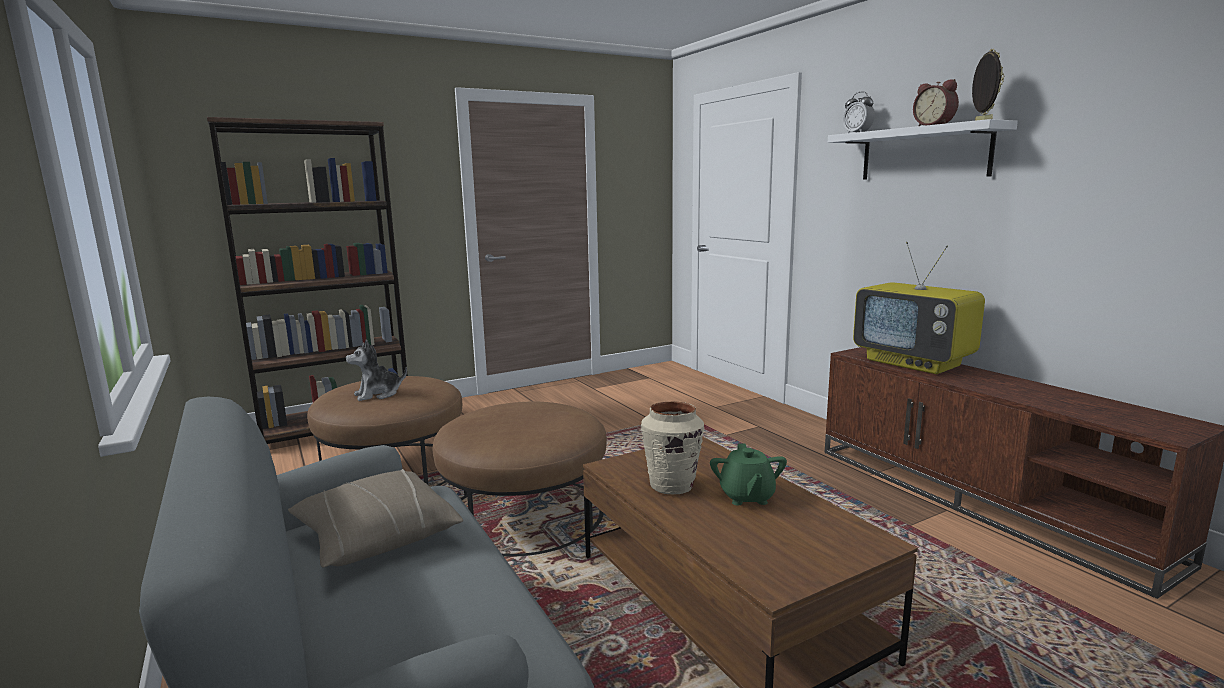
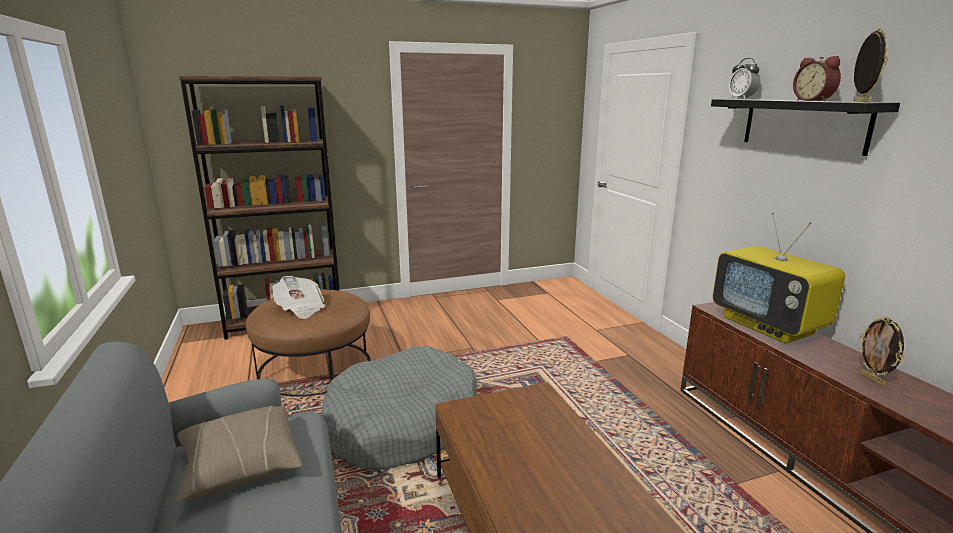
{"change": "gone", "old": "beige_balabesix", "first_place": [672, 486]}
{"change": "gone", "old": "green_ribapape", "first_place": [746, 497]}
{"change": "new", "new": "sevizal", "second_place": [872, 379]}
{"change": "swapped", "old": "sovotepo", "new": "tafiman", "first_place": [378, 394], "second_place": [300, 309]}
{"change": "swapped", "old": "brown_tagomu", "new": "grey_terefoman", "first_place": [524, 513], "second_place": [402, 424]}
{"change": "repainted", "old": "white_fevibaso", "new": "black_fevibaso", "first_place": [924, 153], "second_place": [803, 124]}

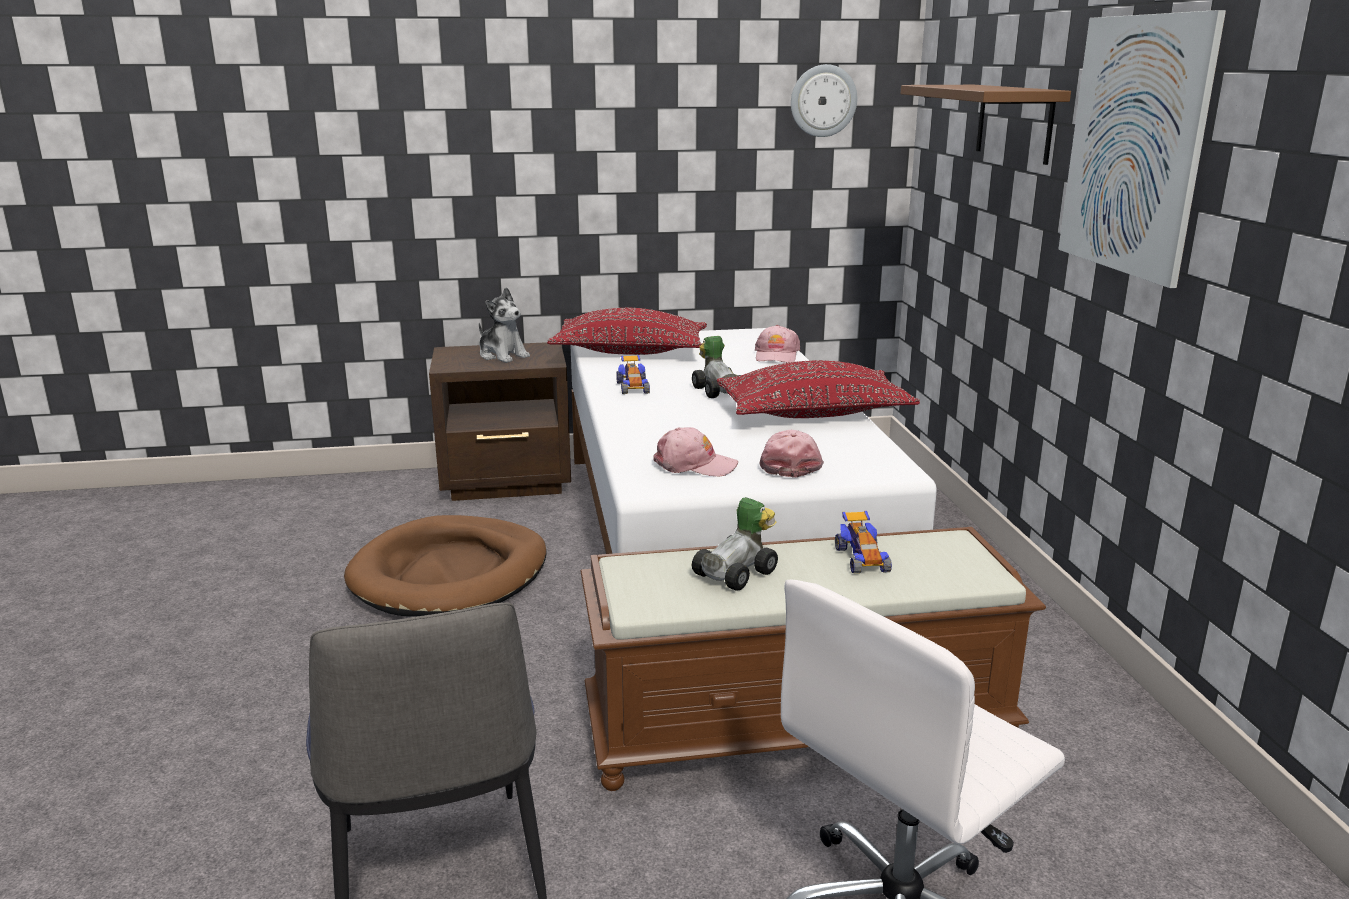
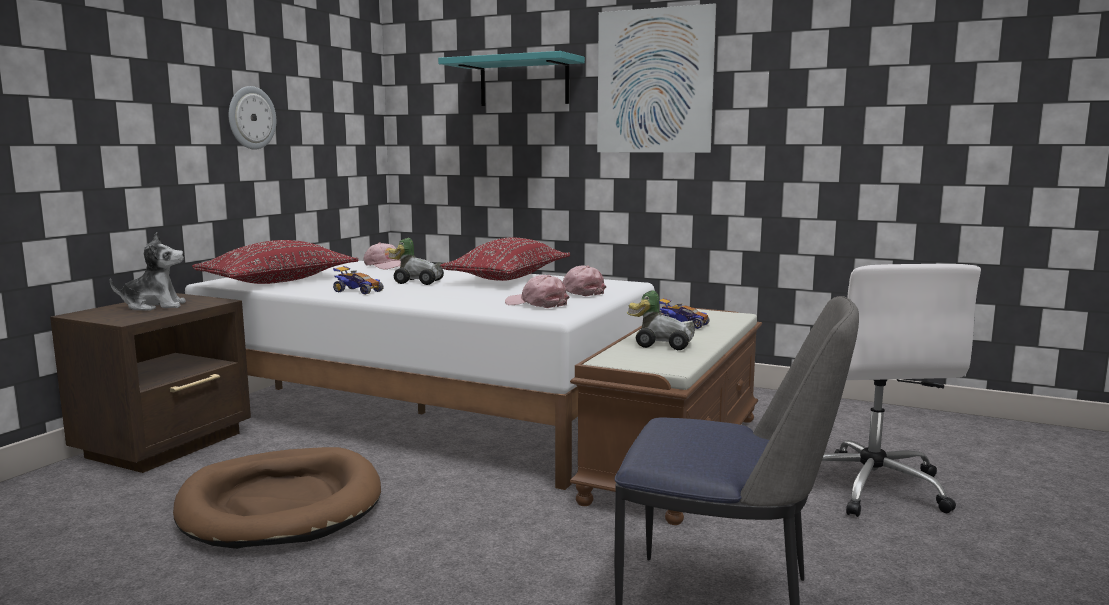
{"change": "shifted", "old": "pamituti", "first_place": [823, 101], "second_place": [251, 118]}
{"change": "repainted", "old": "brown_fevibaso", "new": "turquoise_fevibaso", "first_place": [1014, 122], "second_place": [524, 82]}
{"change": "rotated", "old": "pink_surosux", "first_place": [694, 465], "second_place": [537, 304], "degrees": -105}
{"change": "rotated", "old": "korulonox", "first_place": [739, 572], "second_place": [661, 344], "degrees": -60}

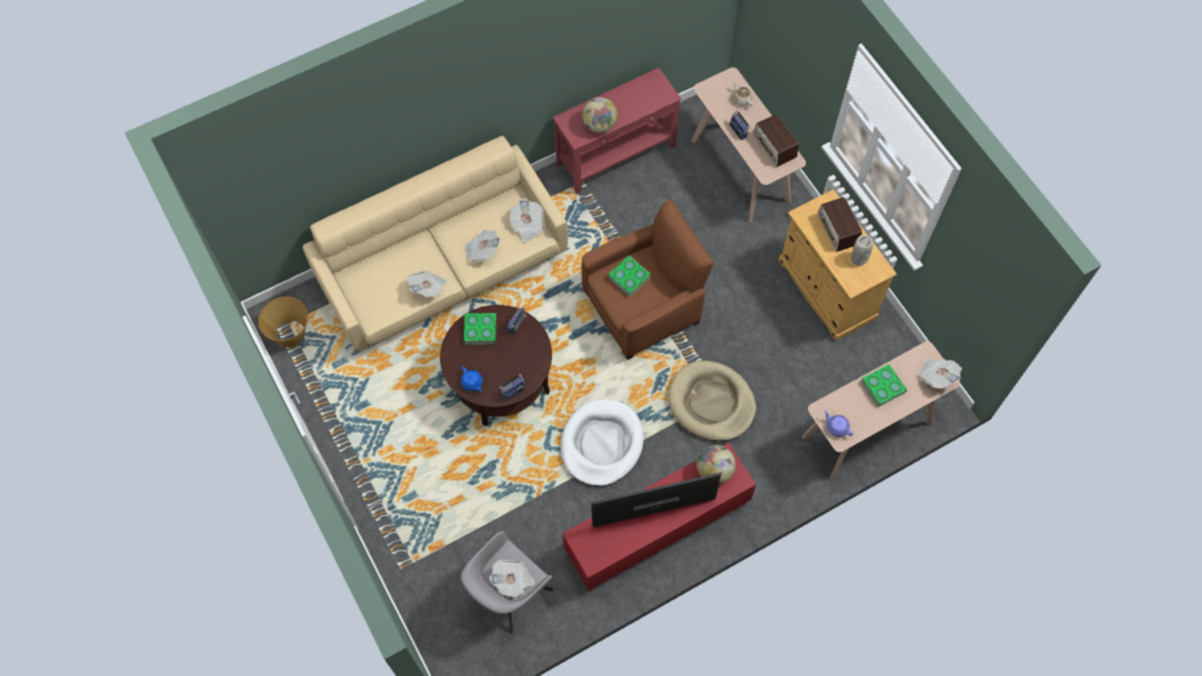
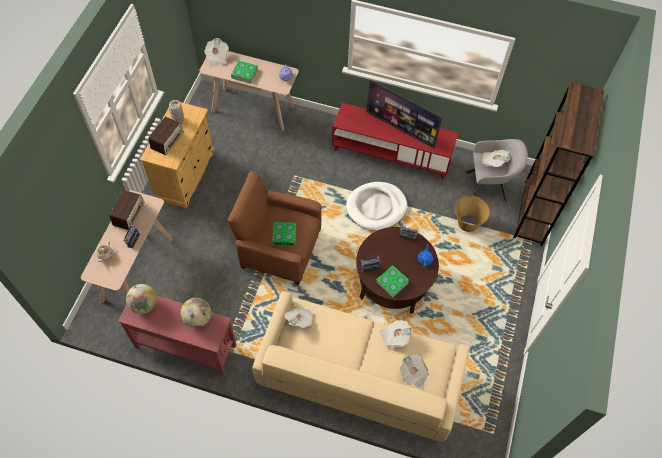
{"change": "gone", "old": "beige_terefoman", "first_place": [711, 403]}
{"change": "new", "new": "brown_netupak", "second_place": [533, 213]}
{"change": "shifted", "old": "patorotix", "first_place": [290, 333], "second_place": [467, 223]}
{"change": "shifted", "old": "tafiman", "first_place": [482, 251], "second_place": [413, 374]}
{"change": "shifted", "old": "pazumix", "first_place": [714, 470], "second_place": [144, 305]}

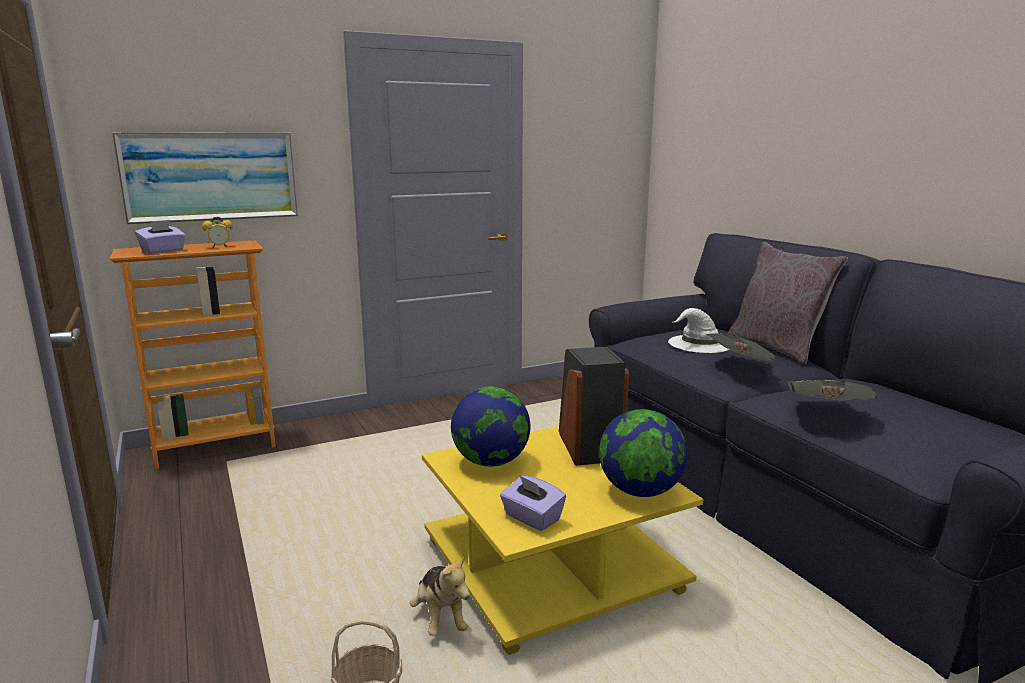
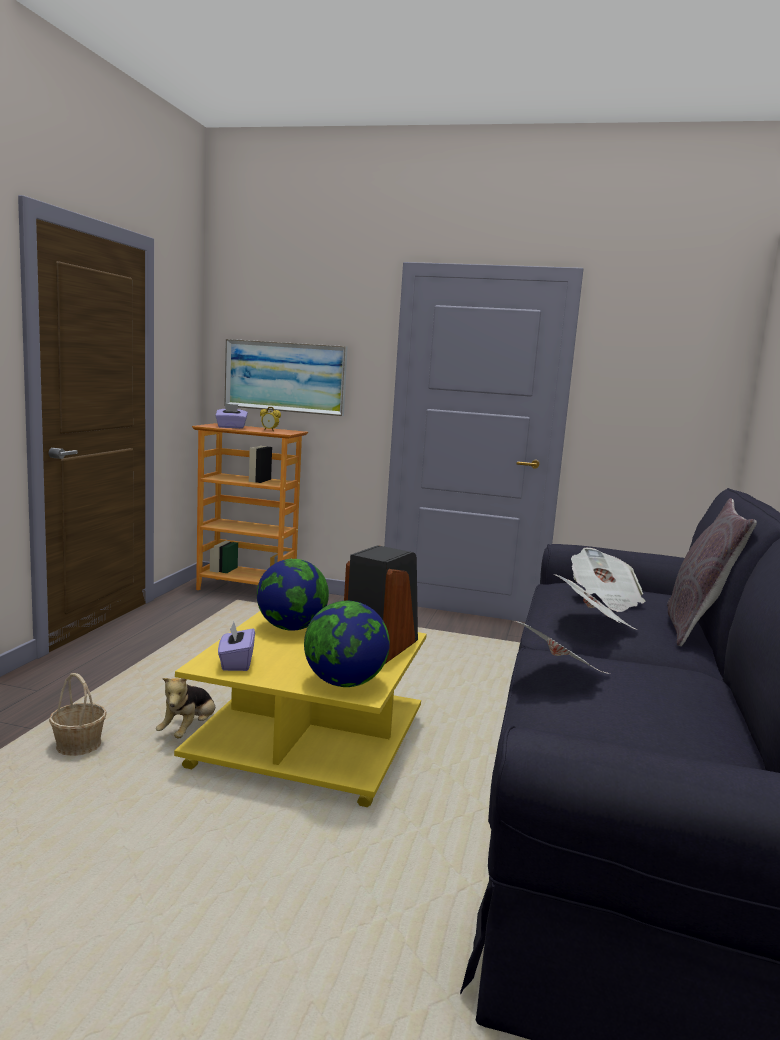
{"change": "swapped", "old": "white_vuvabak", "new": "tafiman", "first_place": [699, 344], "second_place": [605, 599]}

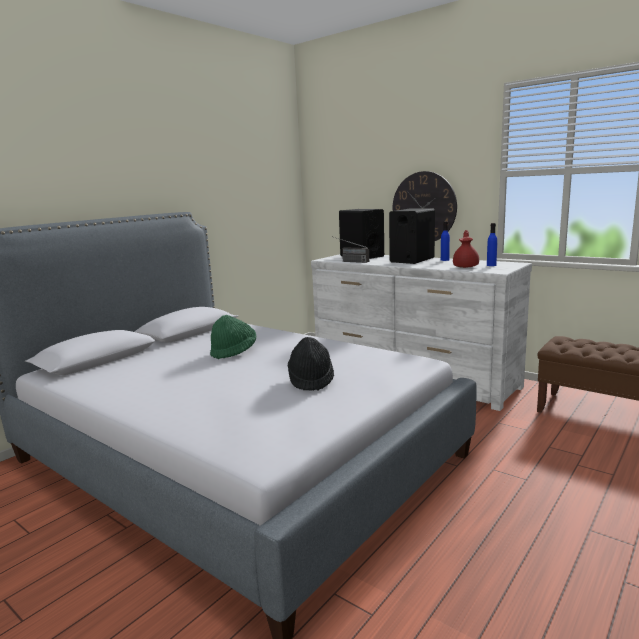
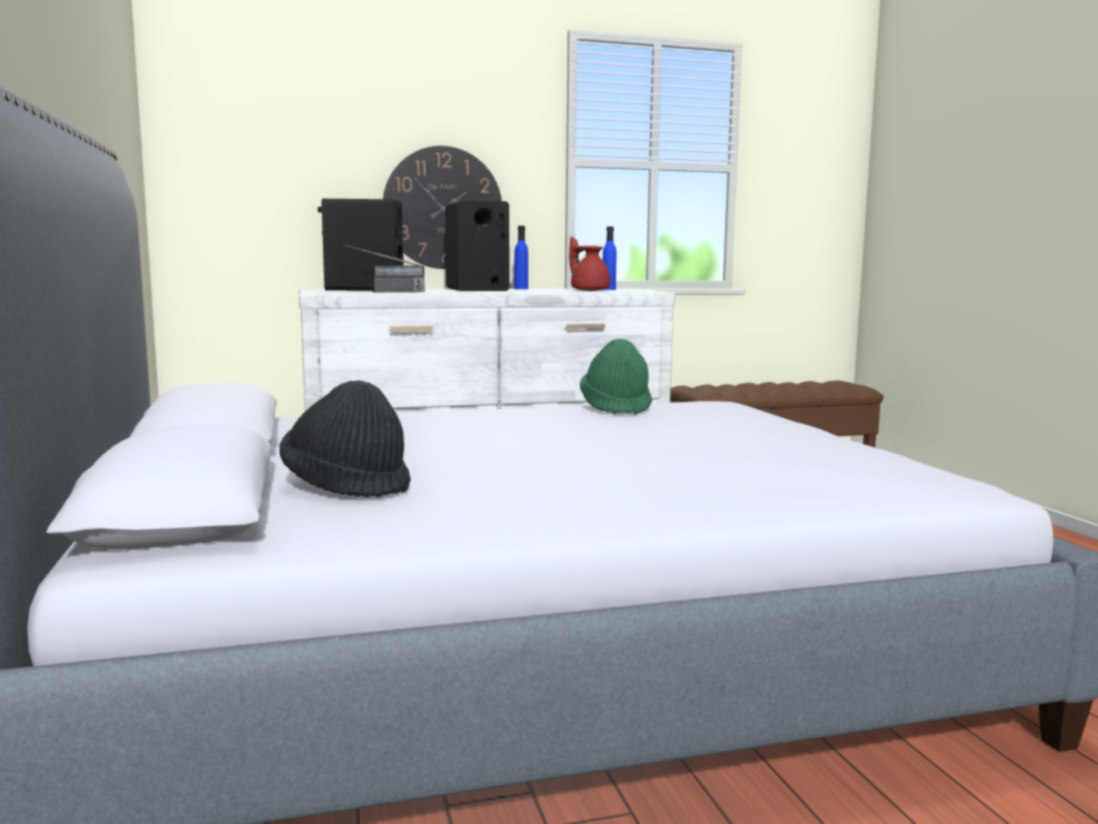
{"change": "shifted", "old": "green_vuvabak", "first_place": [234, 352], "second_place": [616, 407]}
{"change": "shifted", "old": "black_vuvabak", "first_place": [311, 380], "second_place": [347, 486]}

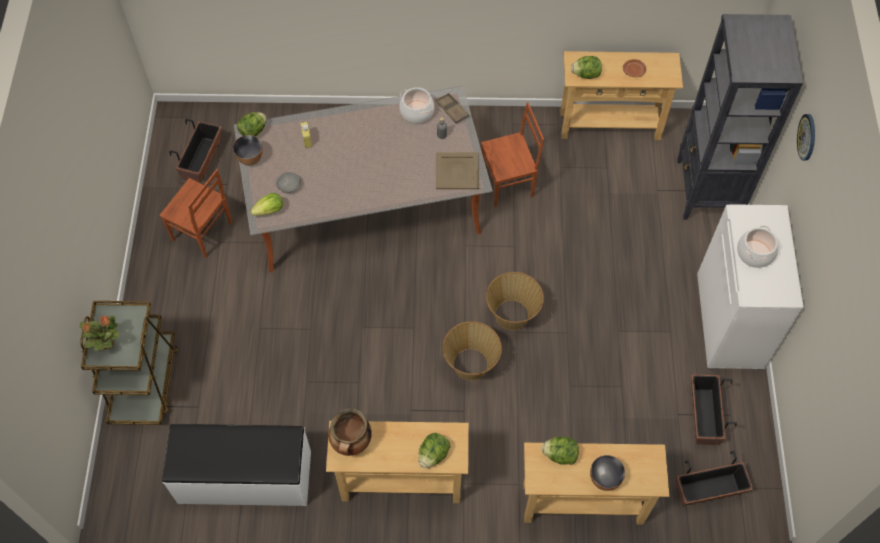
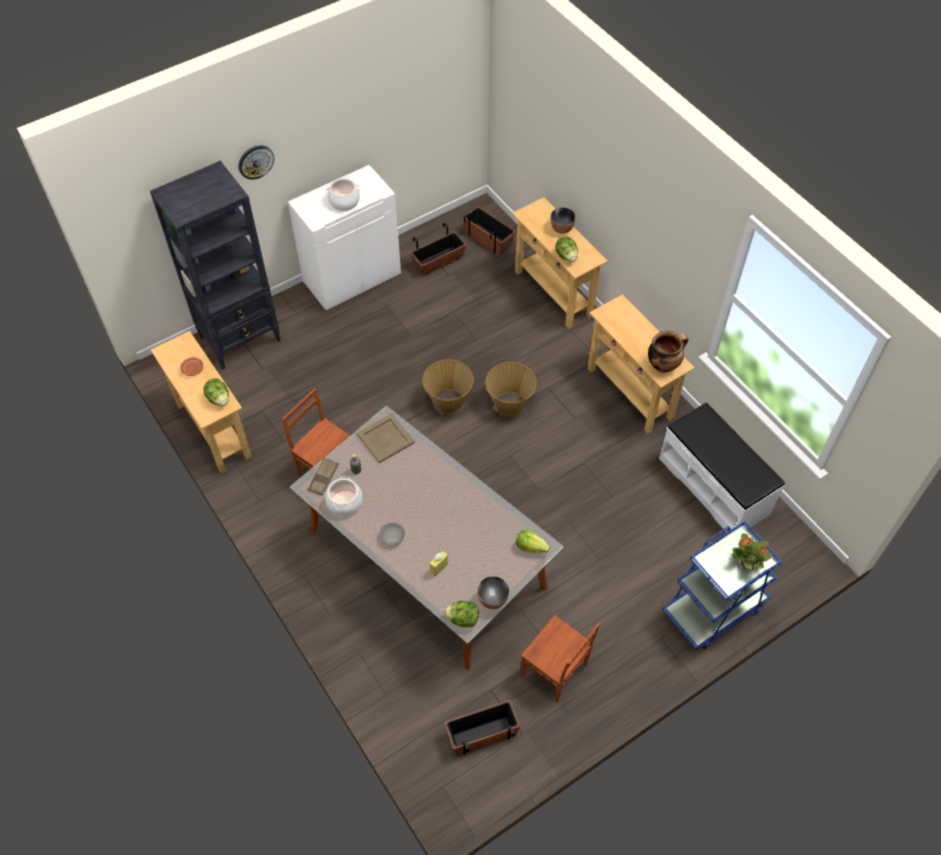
{"change": "gone", "old": "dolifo", "first_place": [433, 454]}
{"change": "shifted", "old": "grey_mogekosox", "first_place": [289, 185], "second_place": [392, 537]}
{"change": "repainted", "old": "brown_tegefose", "new": "blue_tegefose", "first_place": [144, 382], "second_place": [713, 609]}
{"change": "rotated", "old": "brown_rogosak", "first_place": [202, 233], "second_place": [554, 671], "degrees": 135}

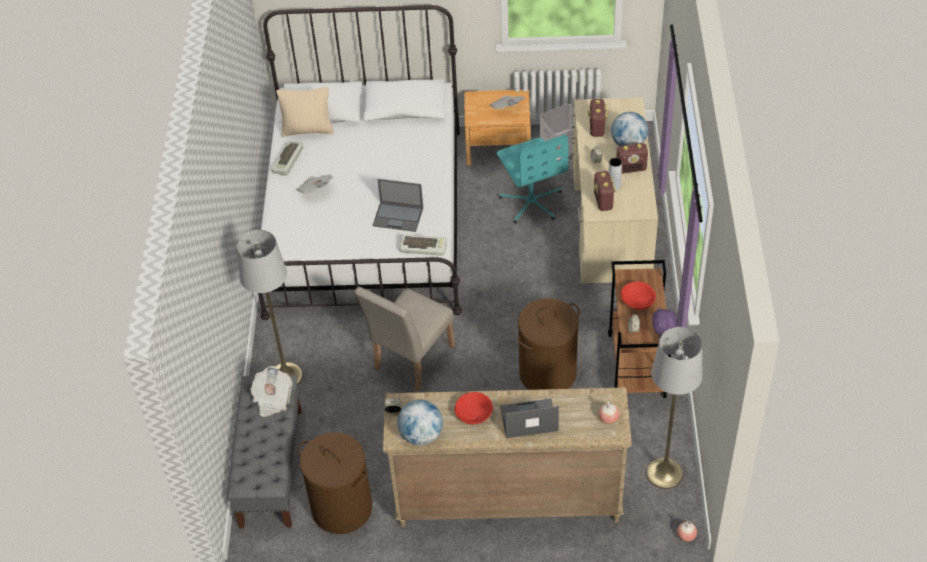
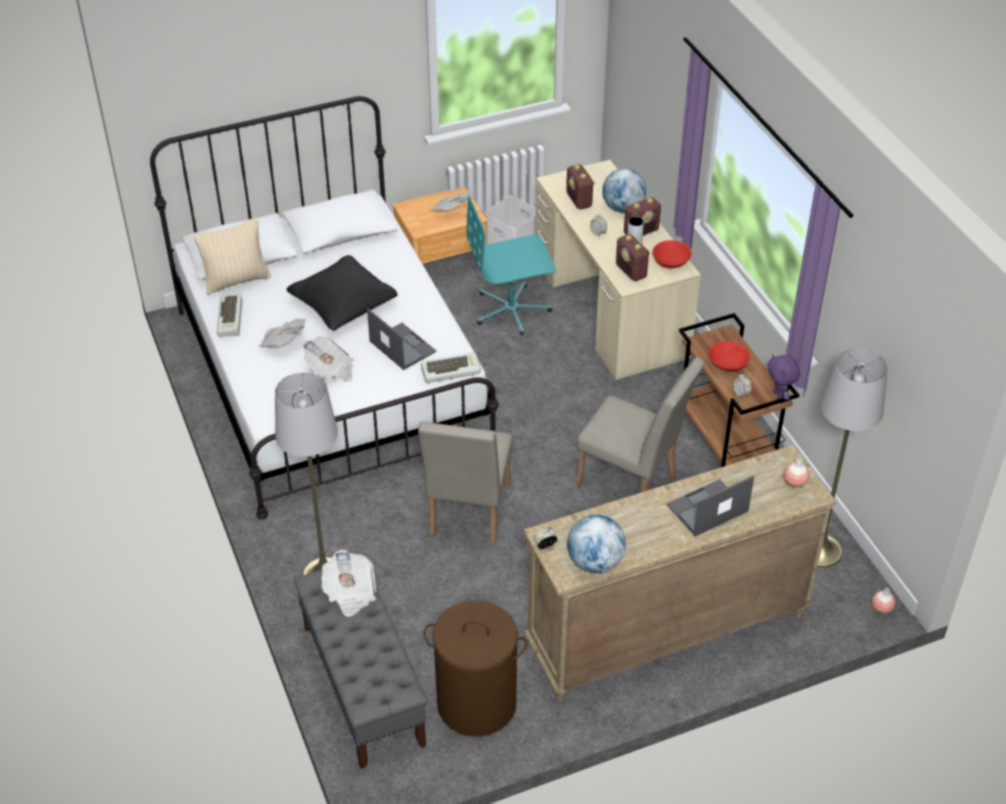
{"change": "new", "new": "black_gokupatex", "second_place": [343, 303]}
{"change": "new", "new": "tafiman", "second_place": [330, 370]}
{"change": "shifted", "old": "red_mogekosox", "first_place": [474, 414], "second_place": [671, 261]}
{"change": "swapped", "old": "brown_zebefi", "new": "beige_rogosak", "first_place": [547, 373], "second_place": [633, 484]}
{"change": "rotated", "old": "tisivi", "first_place": [398, 217], "second_place": [401, 346], "degrees": -120}
{"change": "rotated", "old": "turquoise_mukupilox", "first_place": [531, 202], "second_place": [512, 310], "degrees": 120}

